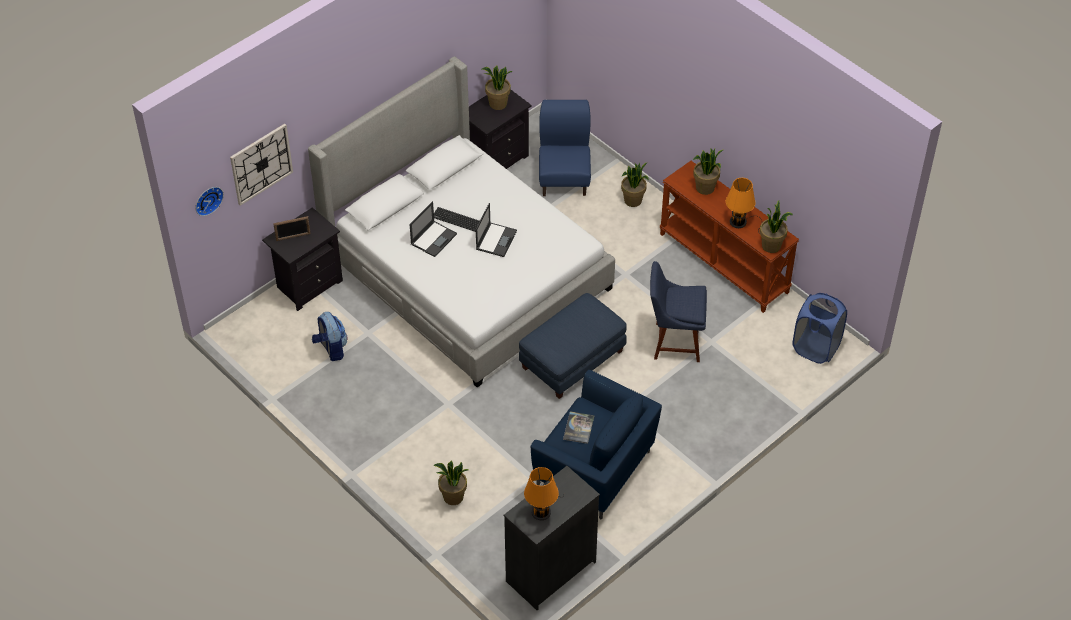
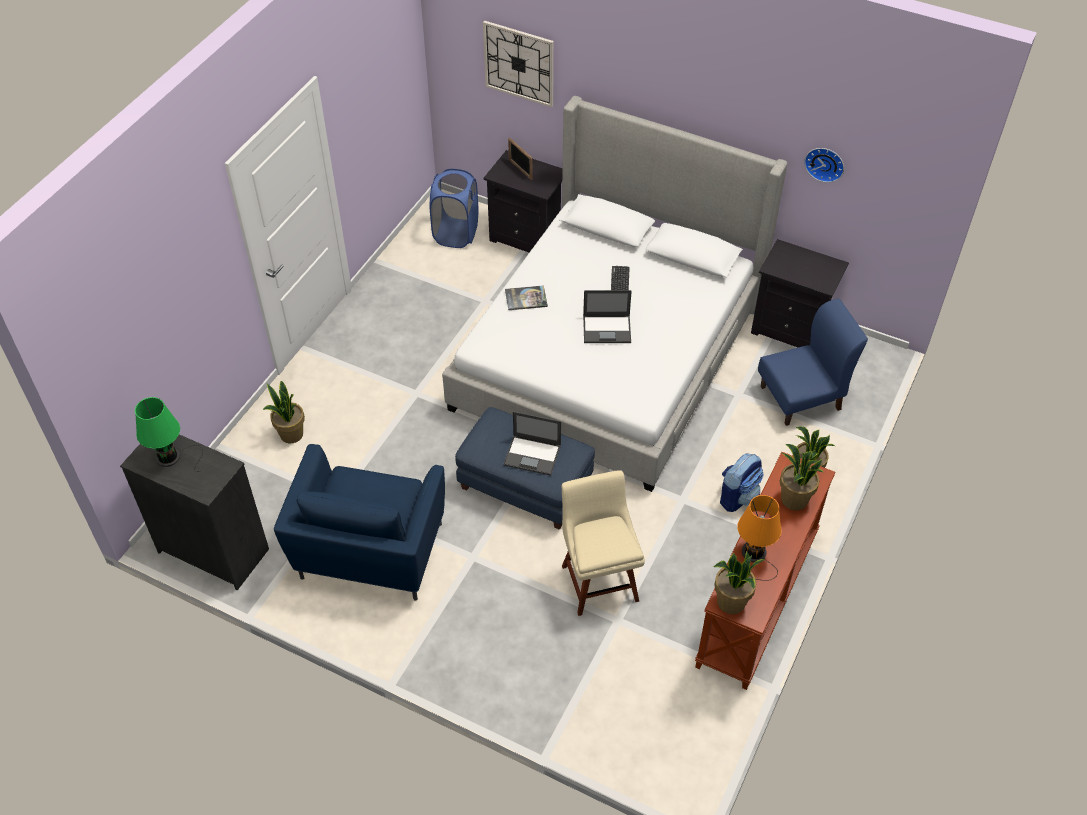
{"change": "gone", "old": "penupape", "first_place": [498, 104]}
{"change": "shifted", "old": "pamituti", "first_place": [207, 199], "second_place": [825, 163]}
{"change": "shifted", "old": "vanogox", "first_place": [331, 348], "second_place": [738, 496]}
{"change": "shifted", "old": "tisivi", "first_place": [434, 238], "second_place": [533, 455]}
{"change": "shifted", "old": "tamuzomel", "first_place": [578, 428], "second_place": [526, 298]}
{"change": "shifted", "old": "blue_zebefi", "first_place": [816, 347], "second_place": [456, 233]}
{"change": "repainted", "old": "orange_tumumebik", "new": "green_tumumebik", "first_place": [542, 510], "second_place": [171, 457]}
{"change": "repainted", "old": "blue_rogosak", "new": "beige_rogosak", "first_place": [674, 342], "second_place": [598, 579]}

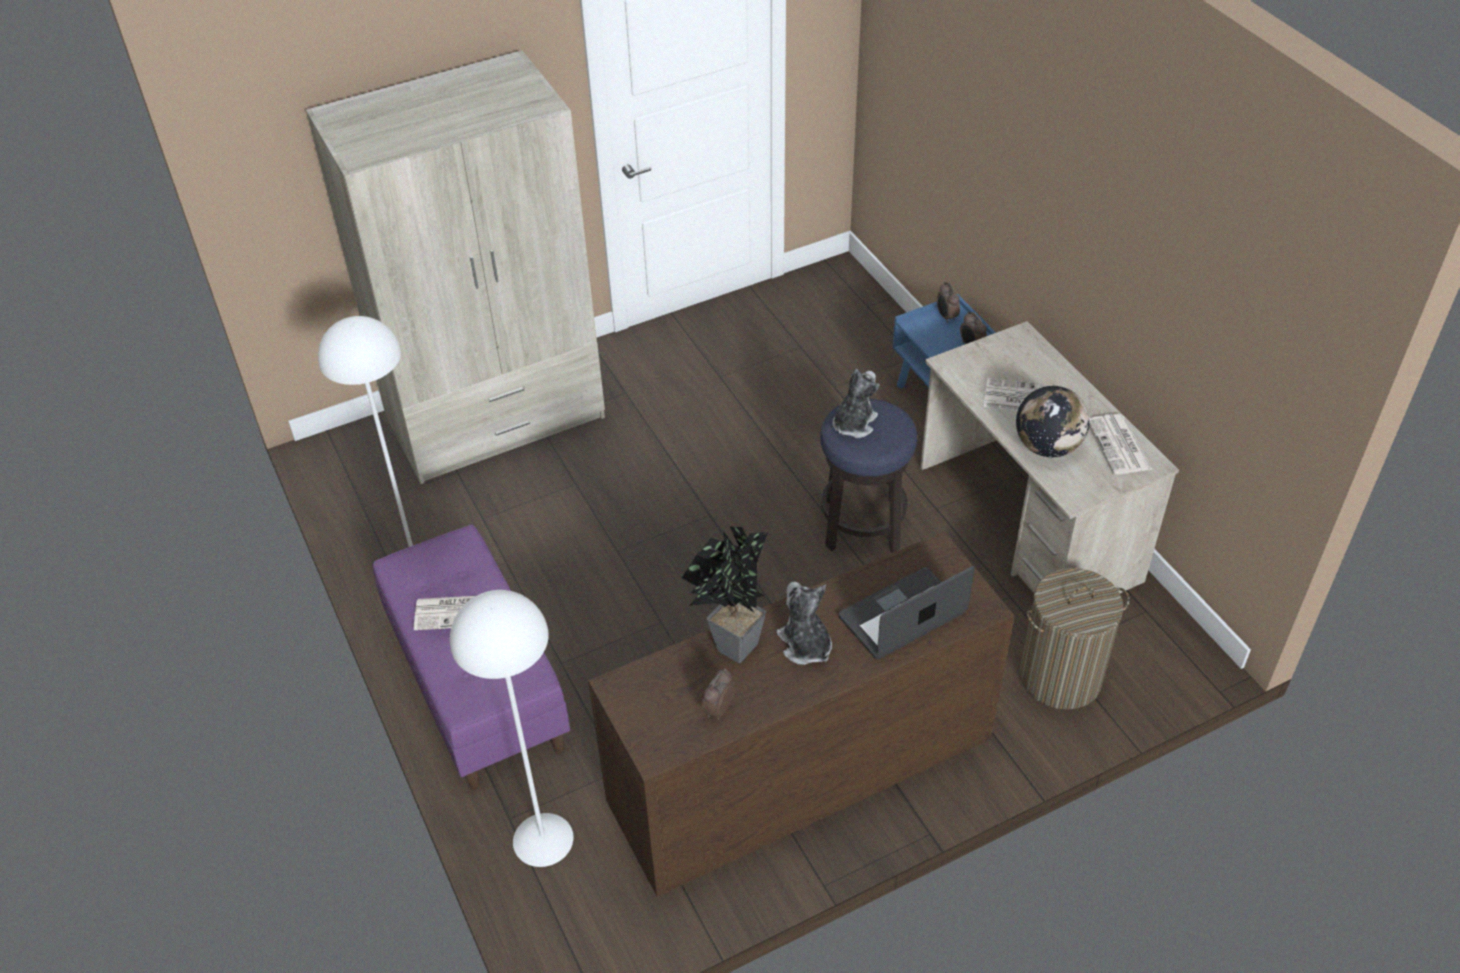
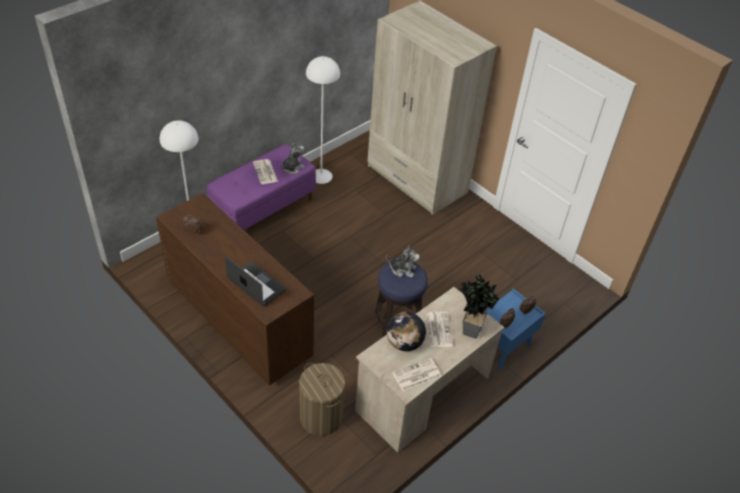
{"change": "shifted", "old": "penupape", "first_place": [730, 649], "second_place": [469, 329]}
{"change": "shifted", "old": "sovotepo", "first_place": [805, 645], "second_place": [292, 168]}

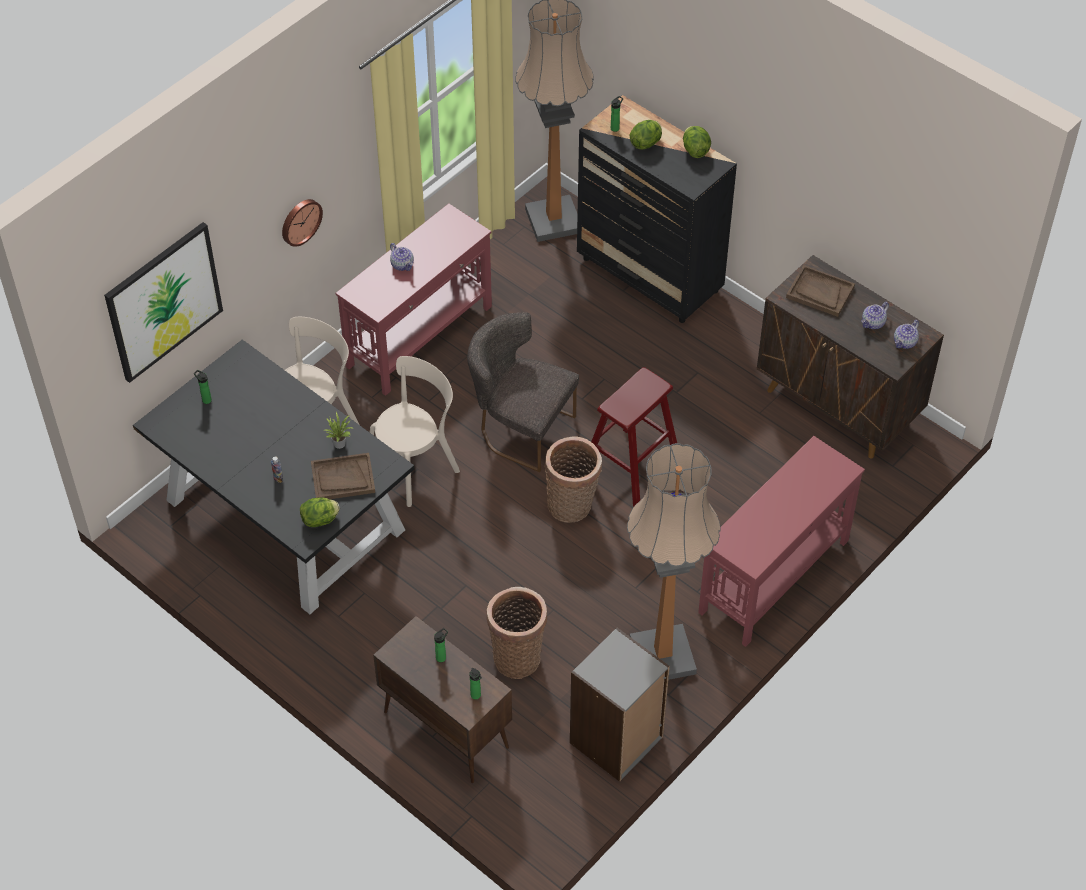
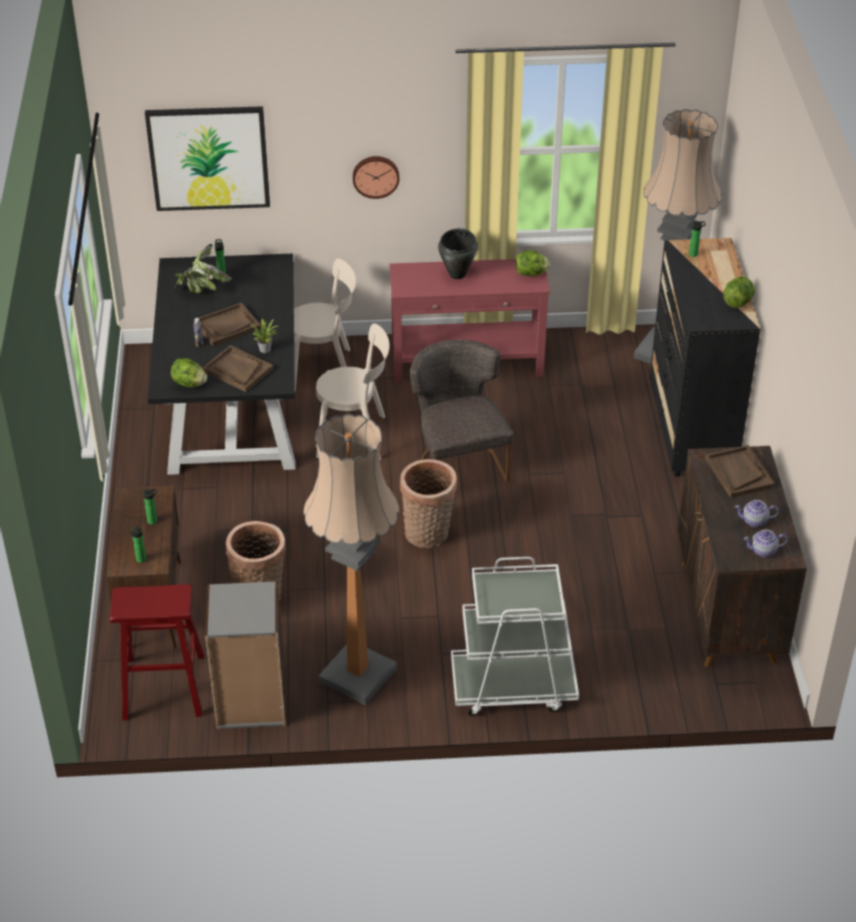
{"change": "new", "new": "penupape", "second_place": [201, 291]}
{"change": "new", "new": "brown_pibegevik", "second_place": [227, 326]}
{"change": "shifted", "old": "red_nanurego", "first_place": [631, 467], "second_place": [164, 687]}
{"change": "shifted", "old": "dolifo", "first_place": [646, 143], "second_place": [531, 274]}
{"change": "swapped", "old": "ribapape", "new": "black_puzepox", "first_place": [402, 265], "second_place": [458, 274]}
{"change": "swapped", "old": "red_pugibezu", "new": "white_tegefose", "first_place": [773, 576], "second_place": [512, 687]}

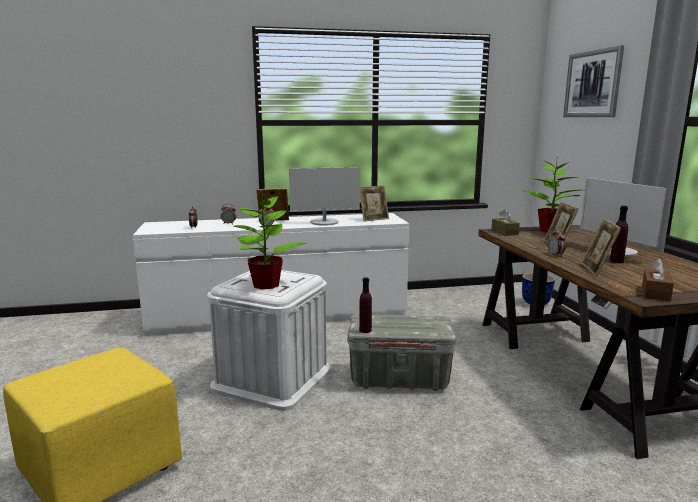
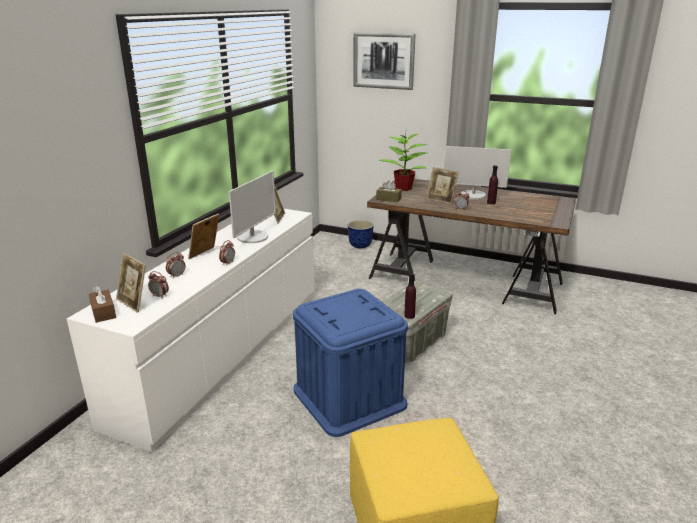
{"change": "gone", "old": "penupape", "first_place": [266, 284]}
{"change": "shifted", "old": "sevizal", "first_place": [597, 270], "second_place": [134, 303]}
{"change": "shifted", "old": "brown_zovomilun", "first_place": [655, 293], "second_place": [103, 312]}
{"change": "repainted", "old": "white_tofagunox", "new": "blue_tofagunox", "first_place": [272, 378], "second_place": [349, 397]}

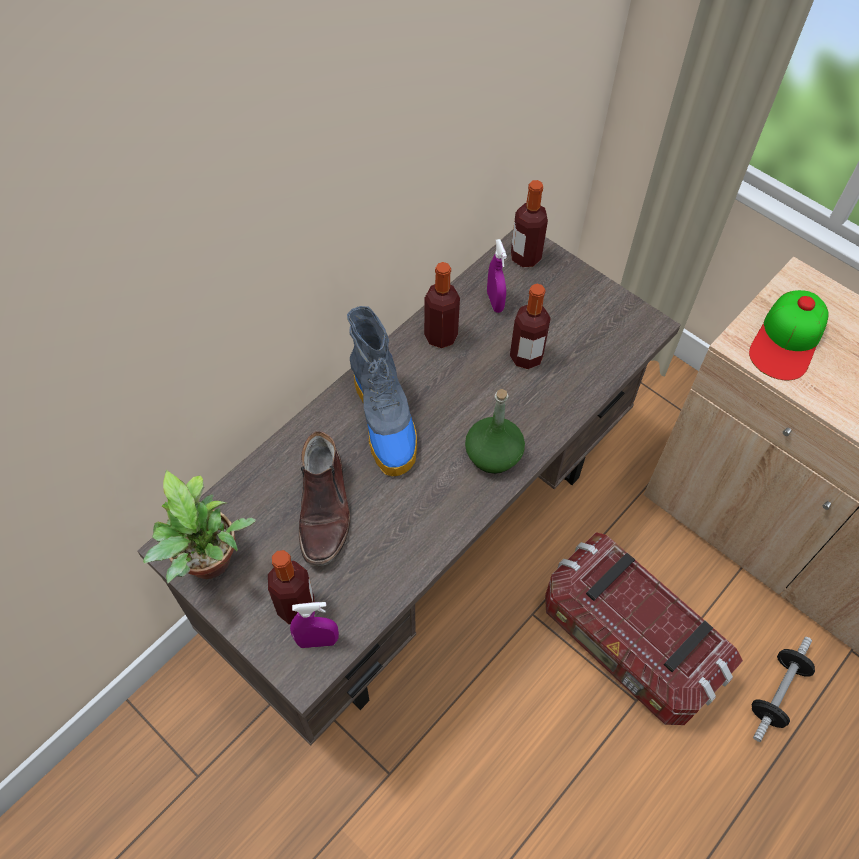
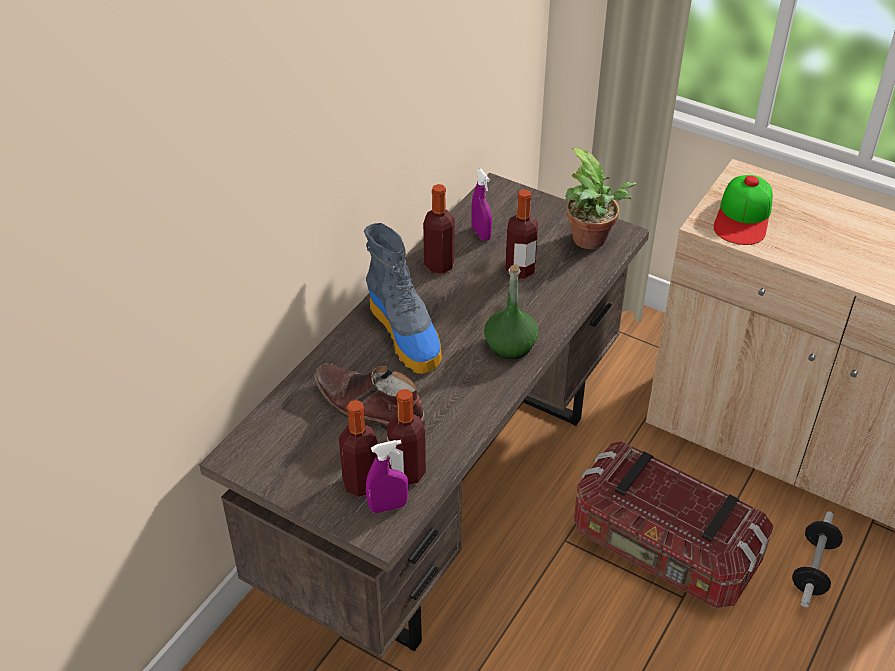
{"change": "shifted", "old": "penupape", "first_place": [211, 565], "second_place": [592, 241]}
{"change": "shifted", "old": "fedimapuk", "first_place": [525, 257], "second_place": [407, 473]}
{"change": "rotated", "old": "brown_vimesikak", "first_place": [325, 508], "second_place": [368, 406], "degrees": 135}

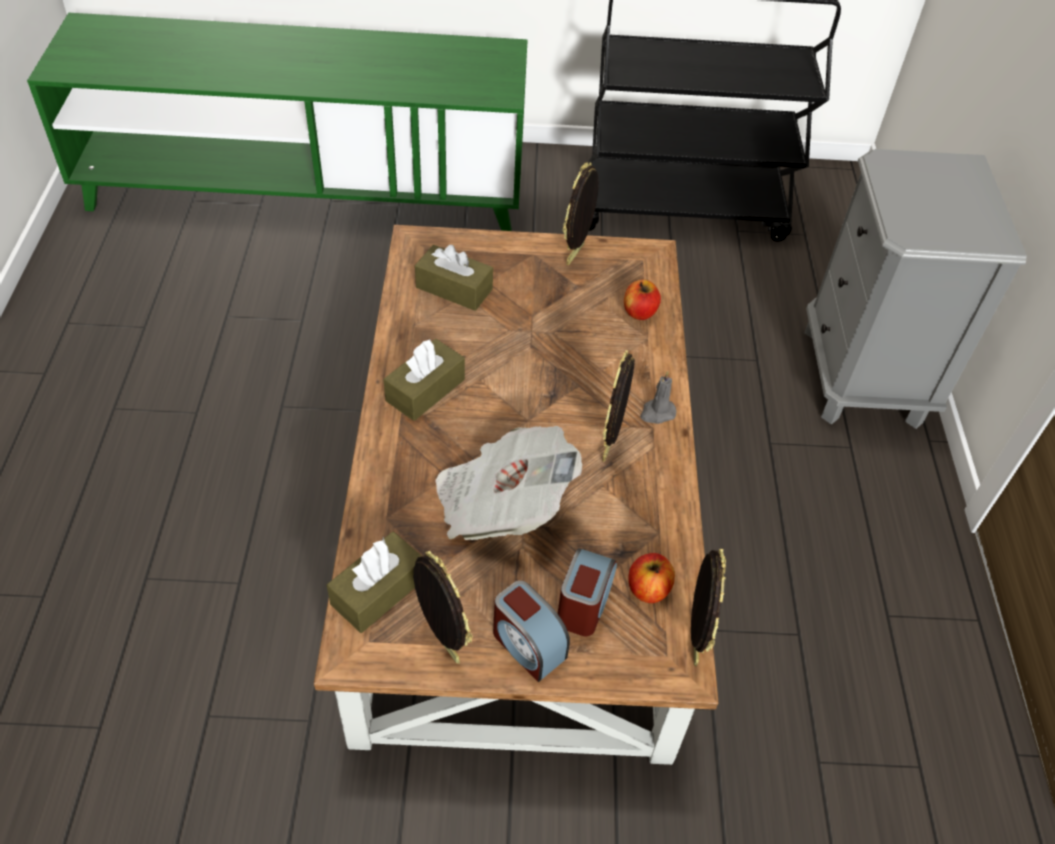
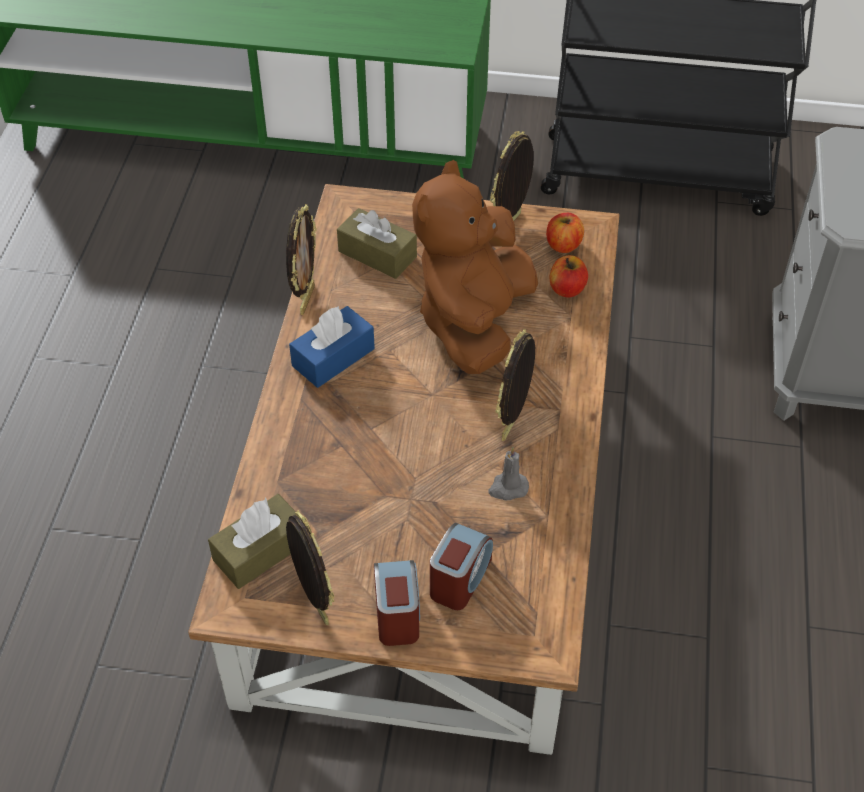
{"change": "gone", "old": "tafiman", "first_place": [501, 504]}
{"change": "new", "new": "brown_sovotepo", "second_place": [474, 322]}
{"change": "shifted", "old": "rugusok", "first_place": [648, 589], "second_place": [563, 245]}
{"change": "shifted", "old": "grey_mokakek", "first_place": [657, 413], "second_place": [508, 488]}
{"change": "shifted", "old": "sevizal", "first_place": [693, 641], "second_place": [306, 299]}
{"change": "repainted", "old": "brown_zovomilun", "new": "blue_zovomilun", "first_place": [425, 390], "second_place": [333, 357]}
{"change": "rotated", "old": "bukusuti", "first_place": [527, 645], "second_place": [397, 613], "degrees": -150}

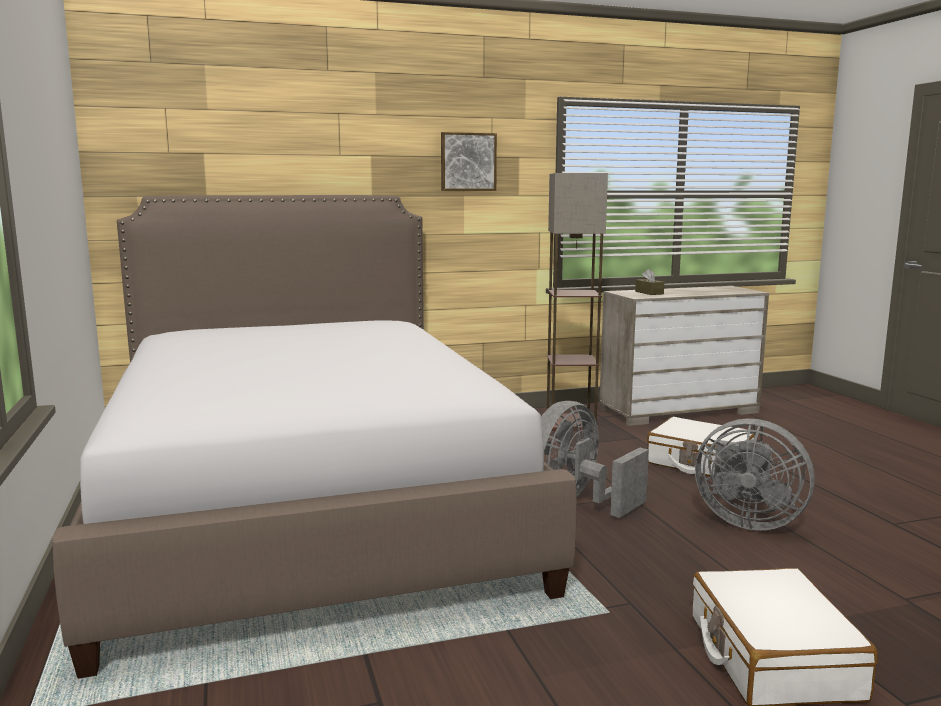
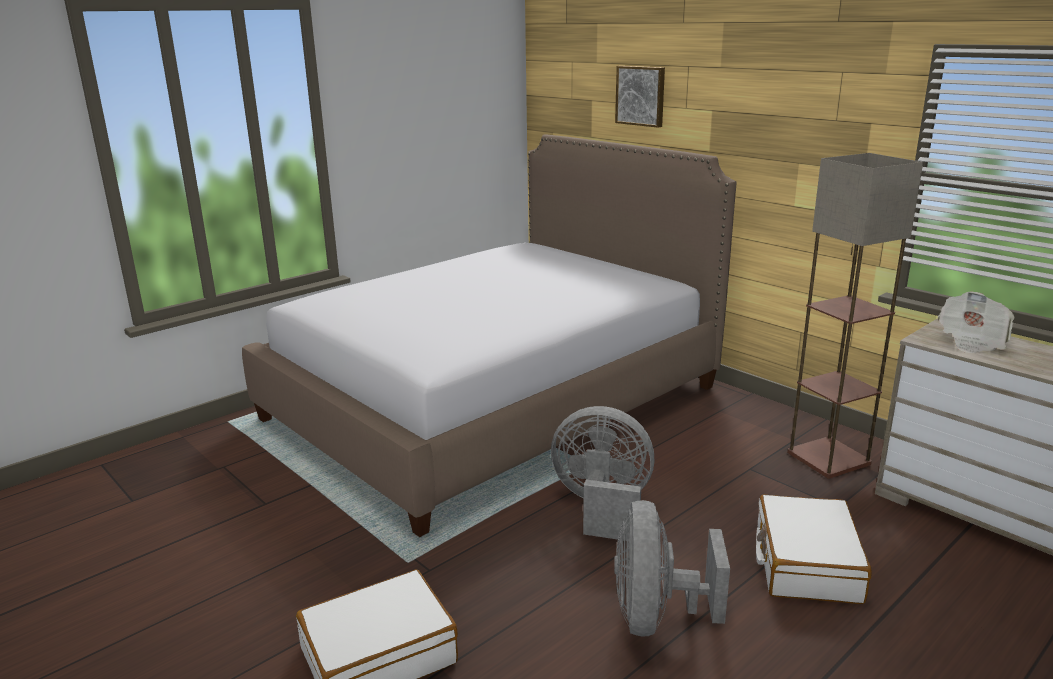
{"change": "shifted", "old": "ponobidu", "first_place": [467, 162], "second_place": [641, 95]}
{"change": "swapped", "old": "brown_zovomilun", "new": "tafiman", "first_place": [649, 293], "second_place": [971, 341]}

